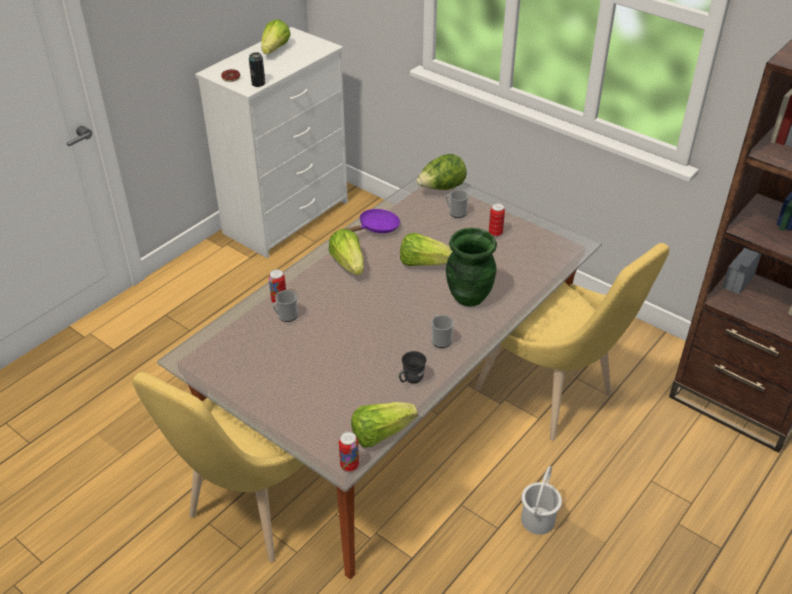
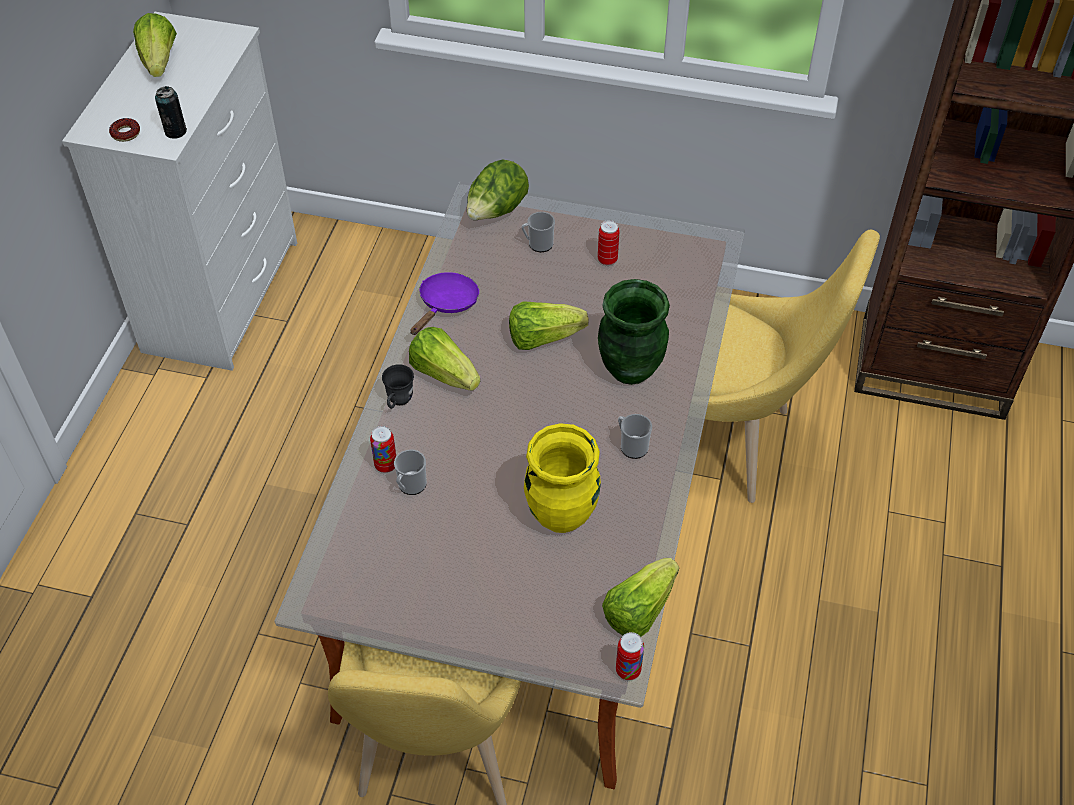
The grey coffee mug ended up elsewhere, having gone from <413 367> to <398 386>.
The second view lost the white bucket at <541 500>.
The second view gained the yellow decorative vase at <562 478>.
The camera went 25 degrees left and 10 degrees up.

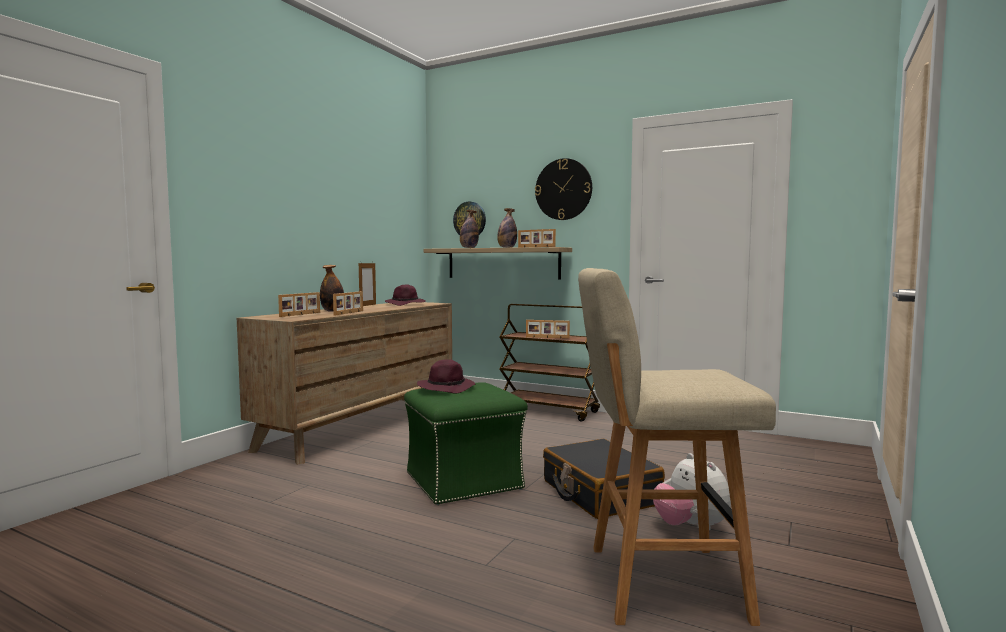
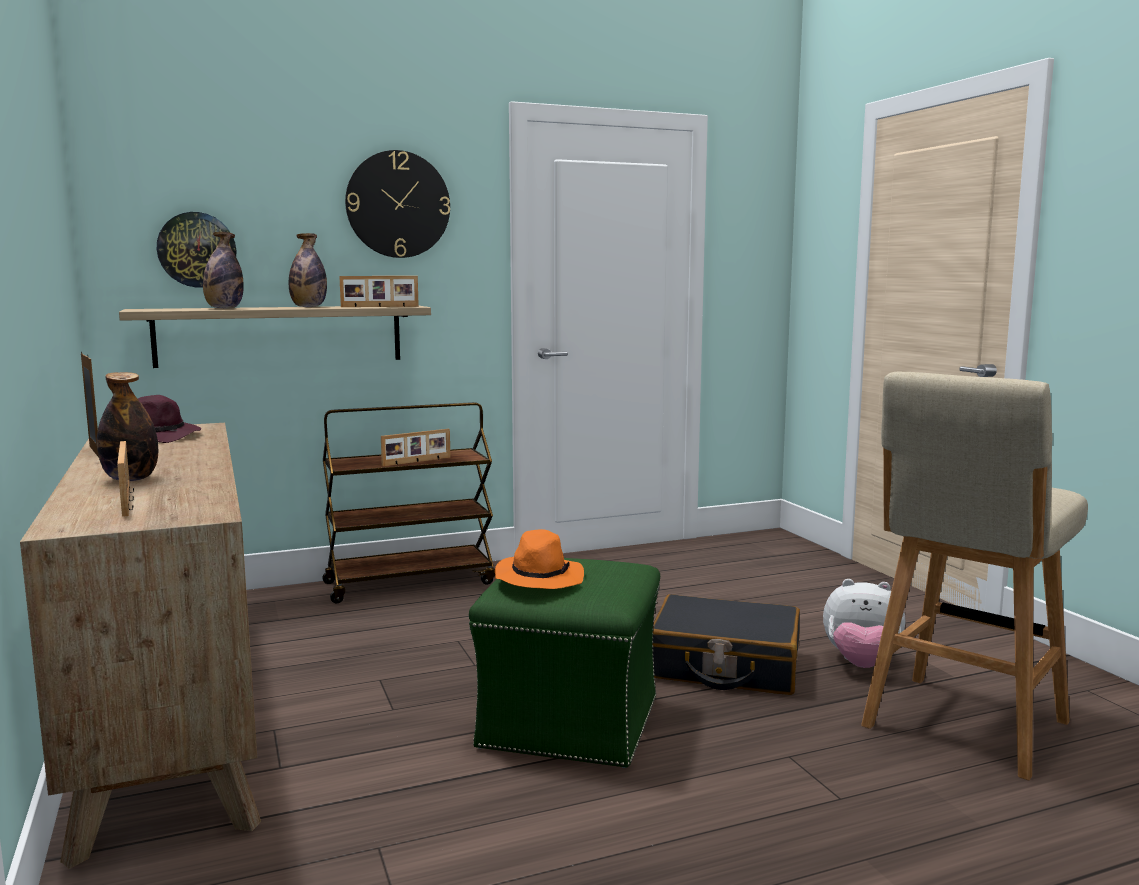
The second view lost the picture frame at <348 303>.
What was the purple-coloured wearable hat at <446 376> turned into the orange-coloured wearable hat at <539 559>.
The camera went 50 degrees left and 5 degrees up.

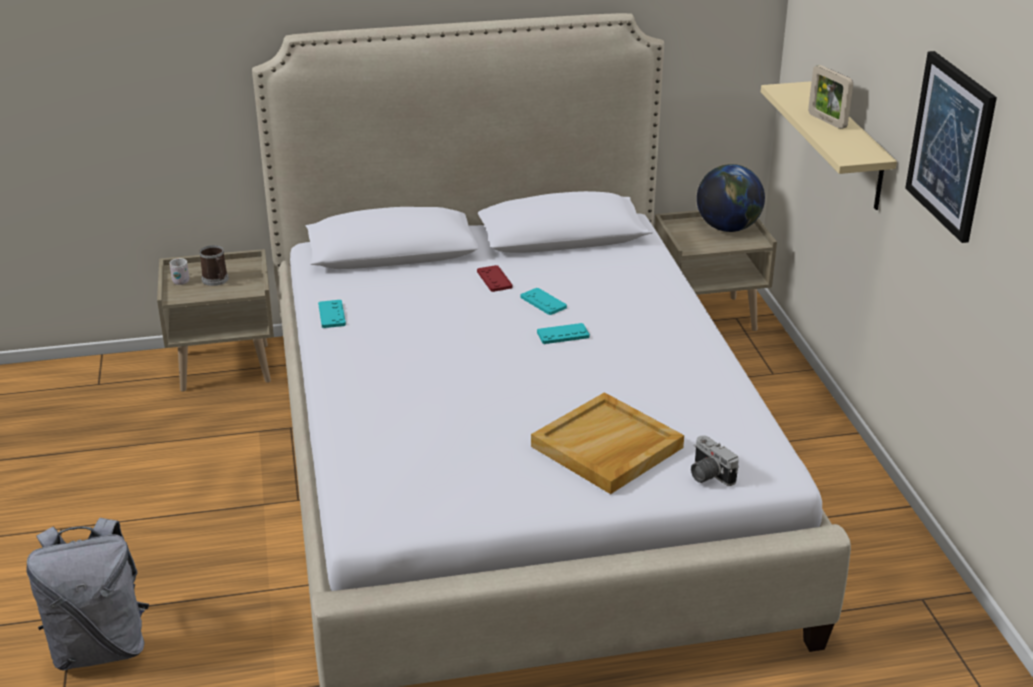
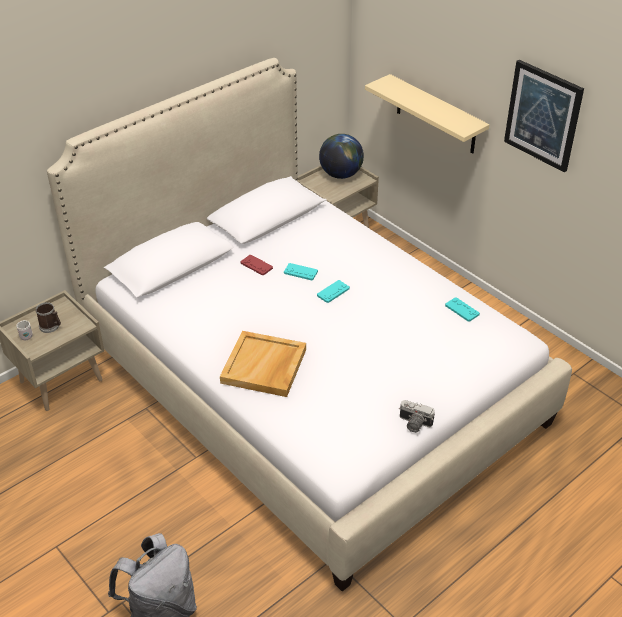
The turquoise-coloured game controller ended up elsewhere, having gone from <332 314> to <462 309>.
The sand-coloured tray ended up elsewhere, having gone from <607 443> to <263 364>.
The still camera ended up elsewhere, having gone from <715 460> to <417 416>.
The second view lost the picture frame at <830 97>.
The camera went 30 degrees left and 10 degrees up.

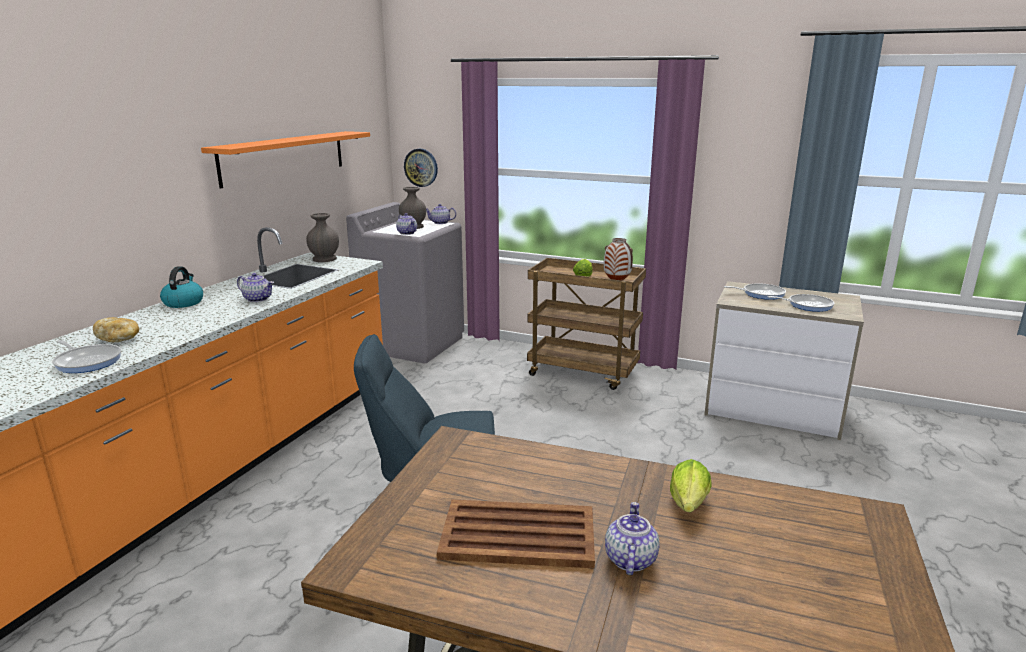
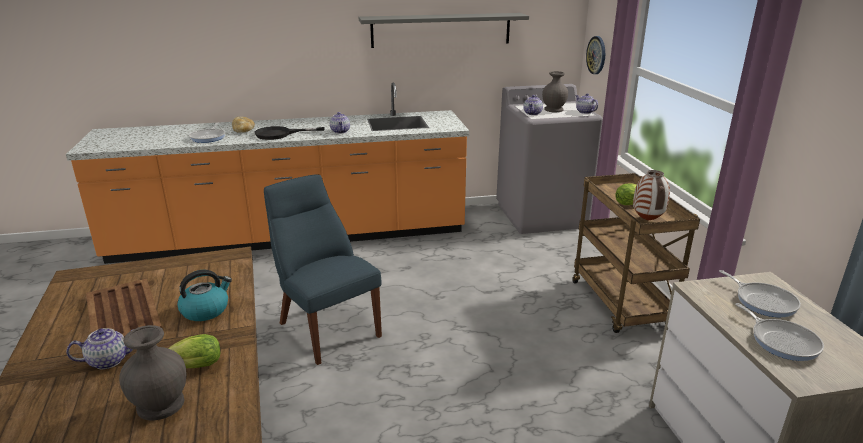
The tea kettle ended up elsewhere, having gone from <181 287> to <204 295>.
What was the orange-coloured wall shelf at <285 159> turned into the grey wall shelf at <444 30>.
The grey decorative vase ended up elsewhere, having gone from <322 237> to <153 373>.
The second view gained the blackish skillet at <289 133>.
The camera went 55 degrees right and 5 degrees up.

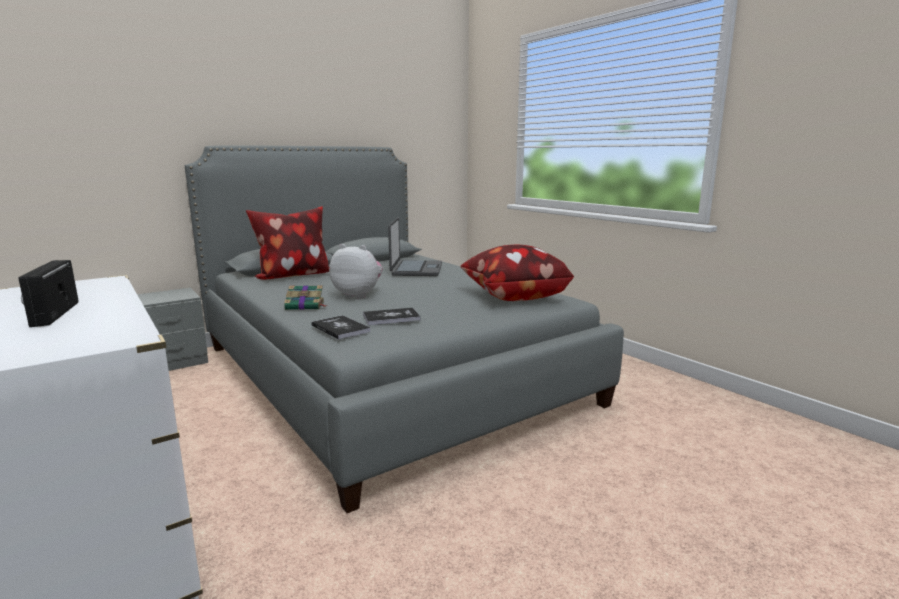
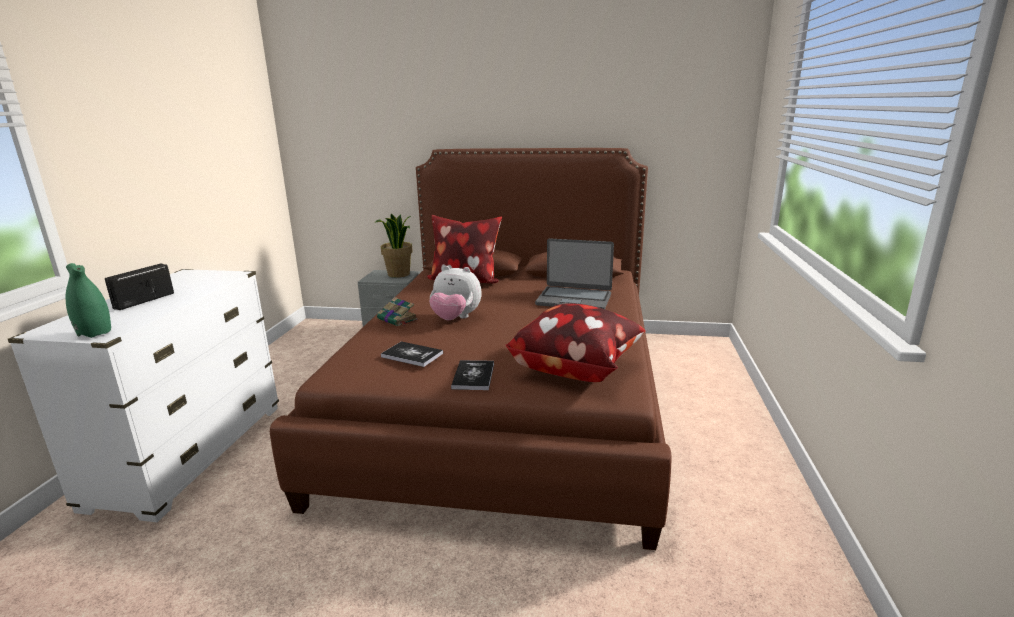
What was the grey bed at <404 329> turned into the brown bed at <470 349>.
The bound book ended up elsewhere, having gone from <341 327> to <472 375>.
The soft toy at <355 271> ended up facing another way, 135 degrees clockwise from before.
The notebook computer at <415 246> ended up facing another way, 60 degrees clockwise from before.
The second view gained the greenish decorative vase at <88 300>.
The second view gained the houseplant at <394 246>.
The camera went 45 degrees right and 5 degrees up.

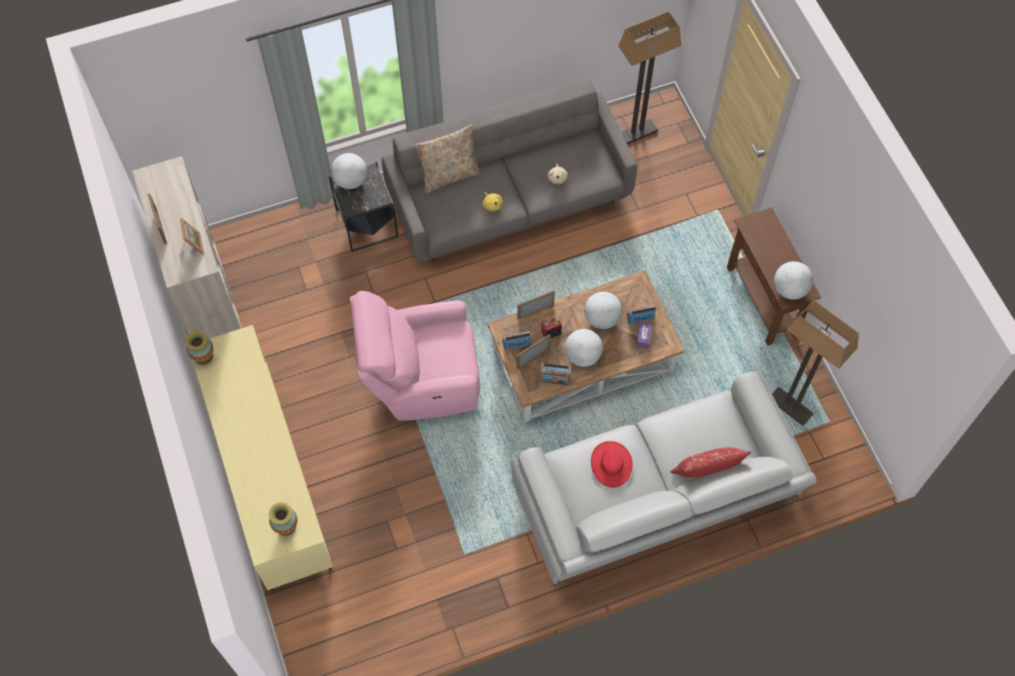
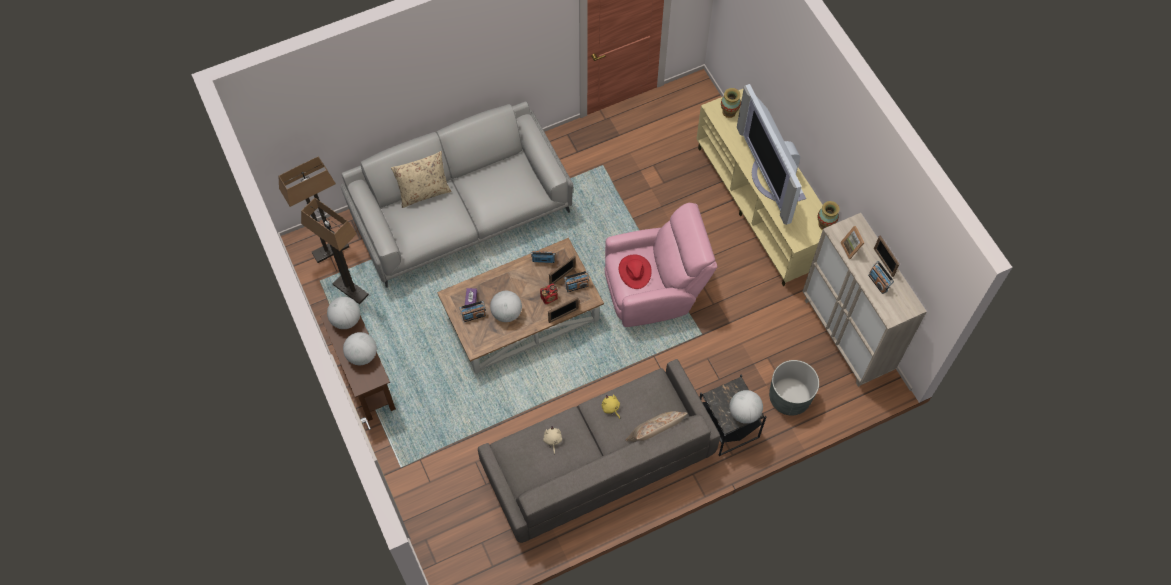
The world globe ended up elsewhere, having gone from <584 348> to <360 348>.
The red wearable hat ended up elsewhere, having gone from <612 464> to <635 272>.
The floor lamp ended up elsewhere, having gone from <650 77> to <313 210>.
What was the red pillow at <710 462> turned into the sand-coloured pillow at <421 179>.
The second view gained the television at <771 154>.
The second view gained the grey flower pot at <794 387>.
The second view gained the radio set at <881 277>.
The camera went 175 degrees right and 0 degrees up.

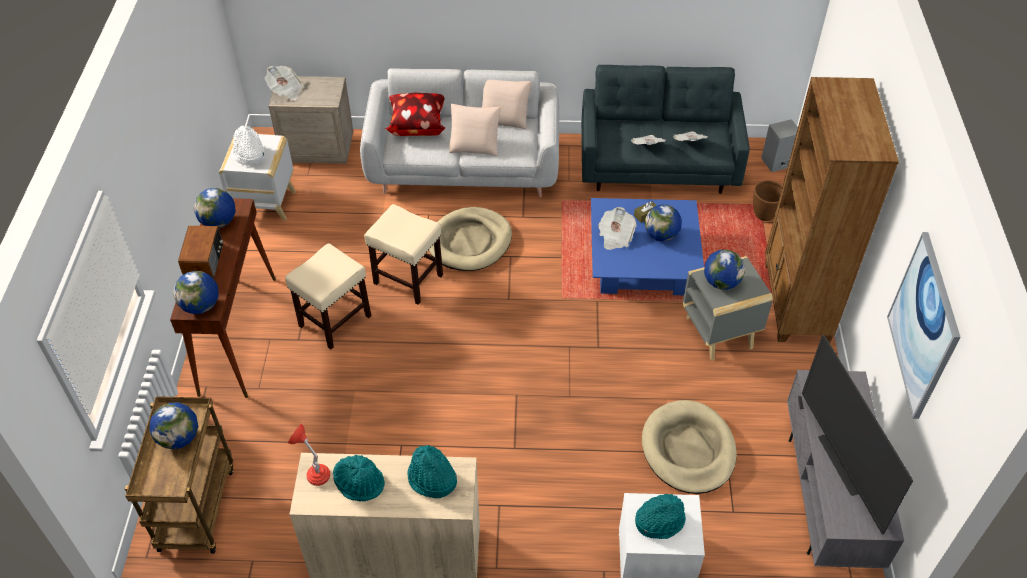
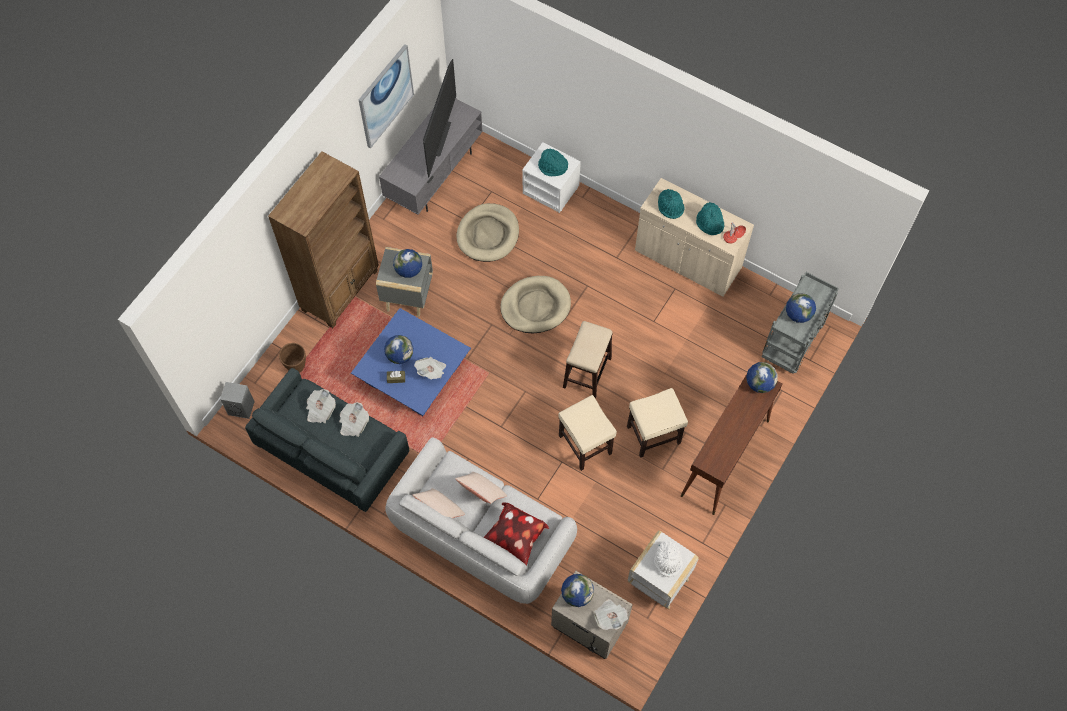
What was the brown wheeled cart at <179 475> turned into the grey wheeled cart at <800 323>.
The second view lost the radio set at <200 252>.
The world globe ended up elsewhere, having gone from <215 208> to <577 590>.
The sand-coloured pet bed ended up elsewhere, having gone from <470 239> to <535 304>.
The second view gained the stool at <588 360>.
The camera went 150 degrees left and 15 degrees up.

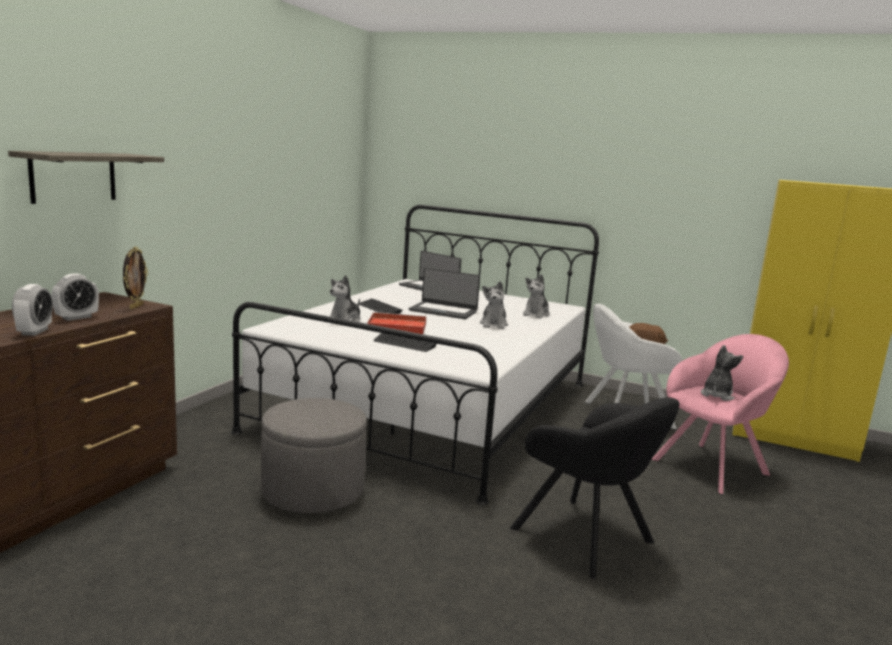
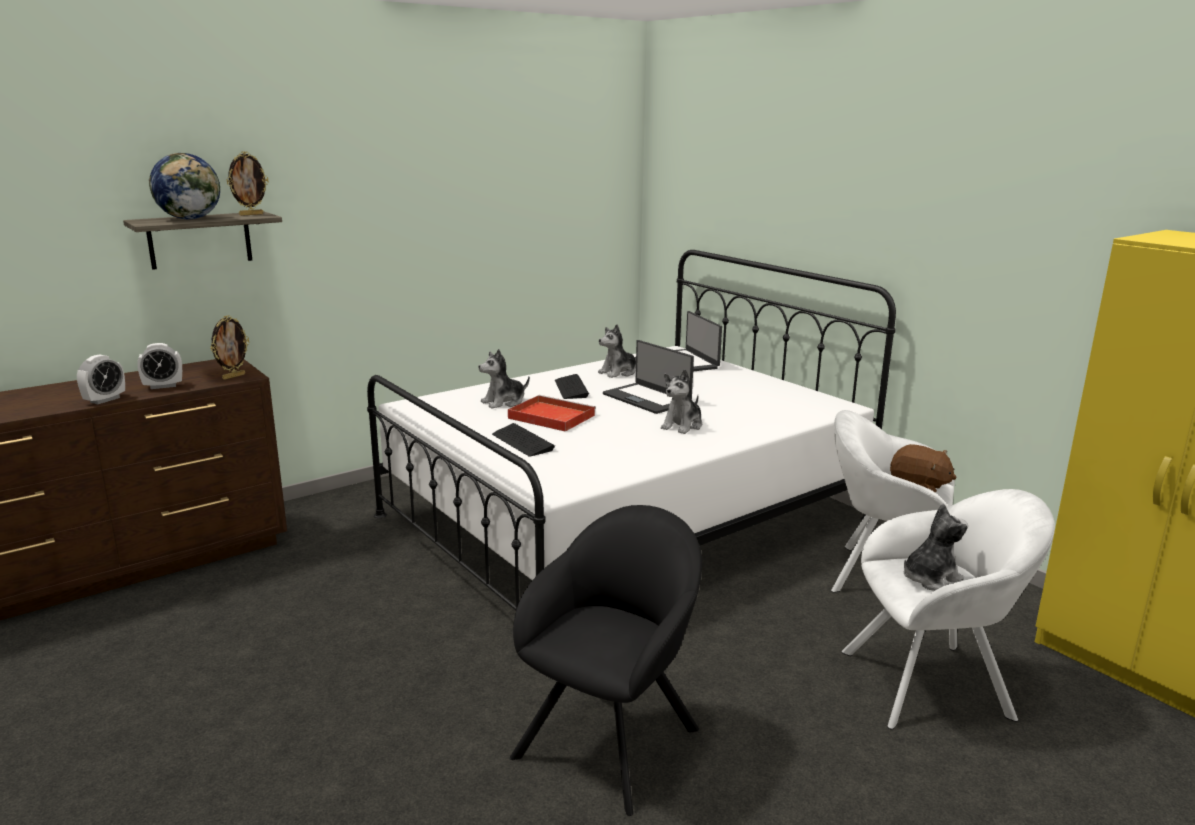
The second view lost the grey footrest at <314 455>.
The blackish lounge chair at <594 488> ended up facing another way, 135 degrees counterclockwise from before.
The soft toy ended up elsewhere, having gone from <536 296> to <617 351>.
What was the pink-coloured lounge chair at <720 414> turned into the white lounge chair at <948 609>.
The second view gained the world globe at <184 186>.
The second view gained the picture frame at <247 183>.
The camera went 30 degrees right and 5 degrees up.

